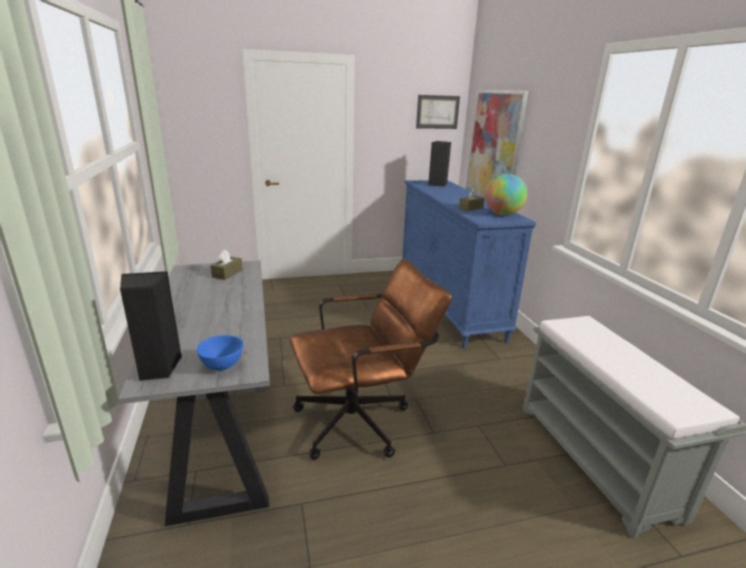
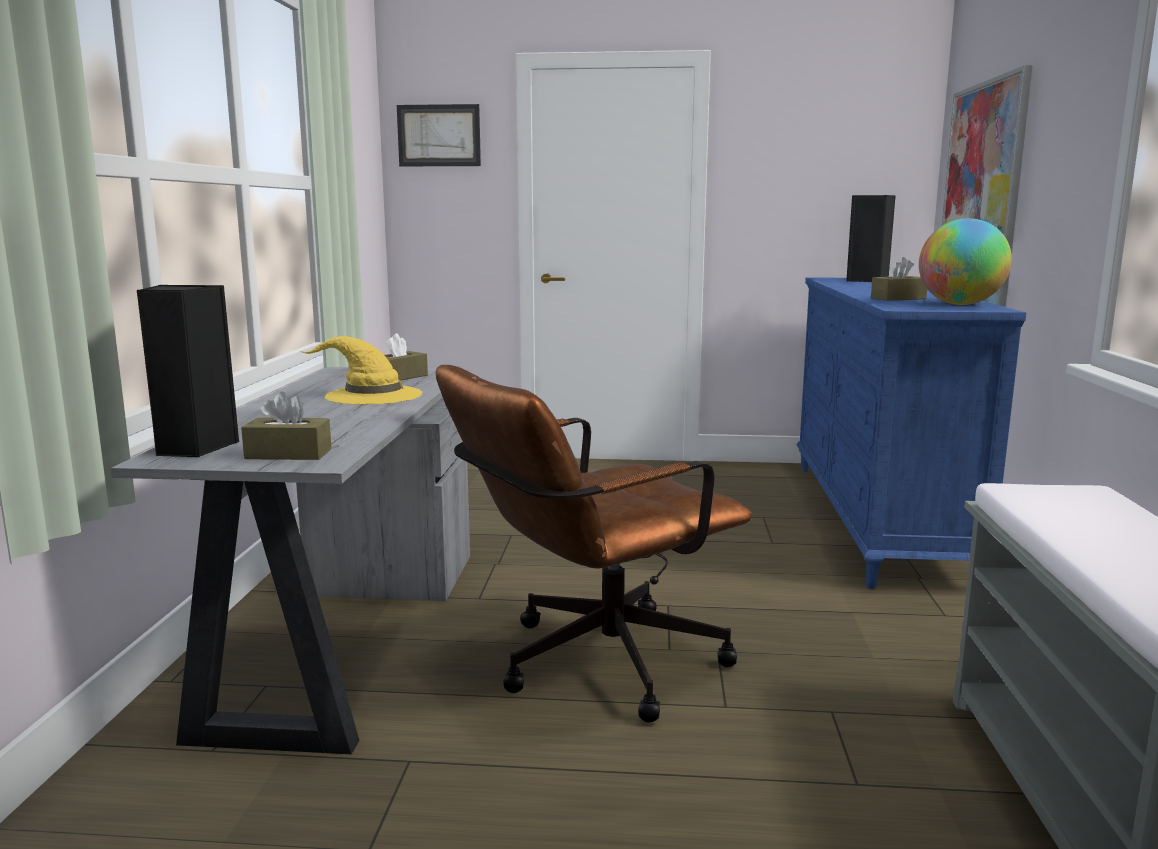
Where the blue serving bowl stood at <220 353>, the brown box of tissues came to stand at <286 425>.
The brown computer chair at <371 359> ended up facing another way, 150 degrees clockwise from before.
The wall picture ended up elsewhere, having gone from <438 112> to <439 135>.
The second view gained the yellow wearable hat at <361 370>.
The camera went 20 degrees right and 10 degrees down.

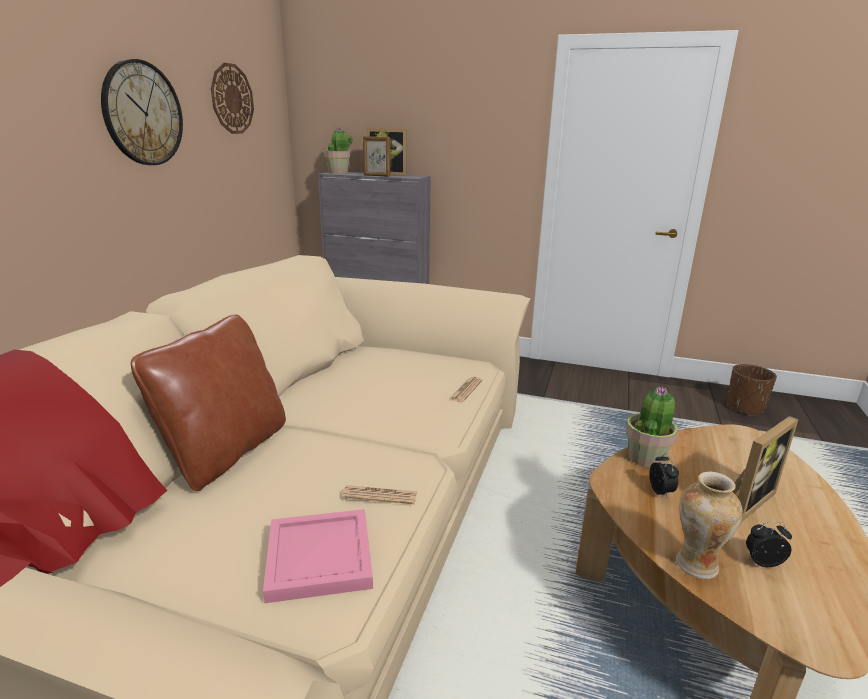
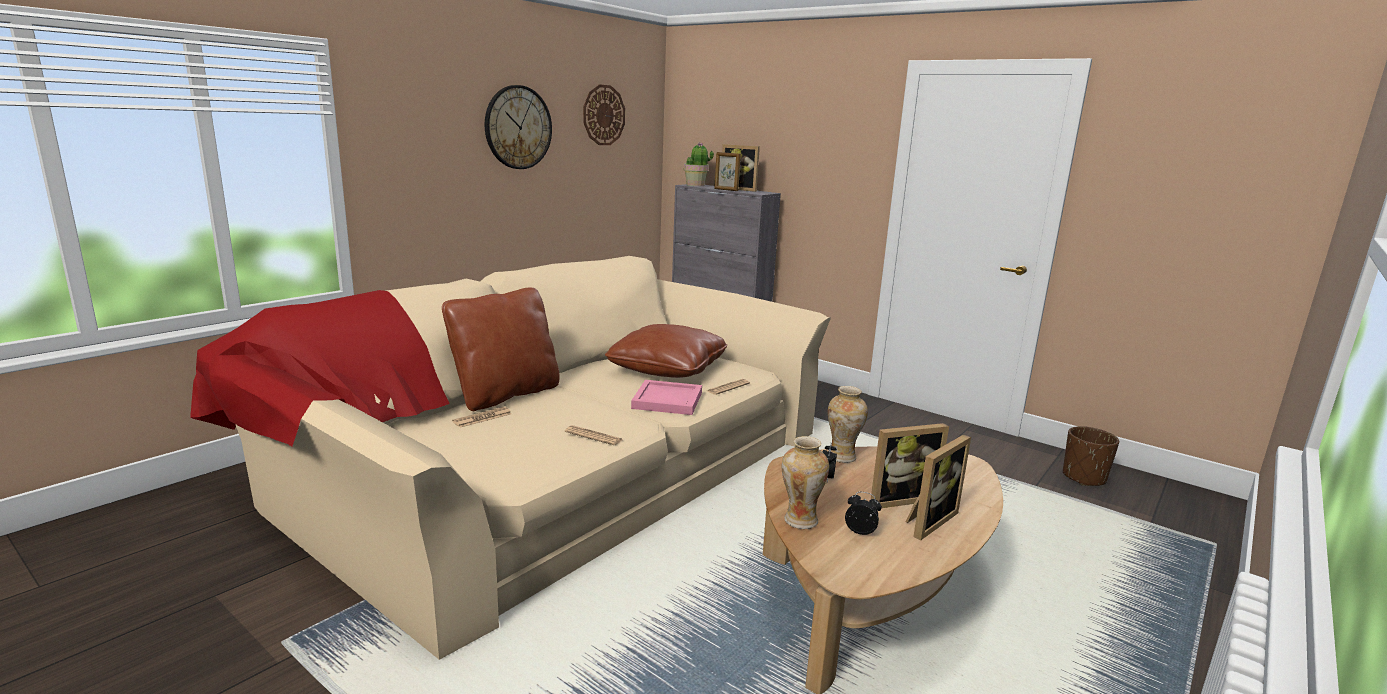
The pink-coloured tray ended up elsewhere, having gone from <318 556> to <666 397>.
Where the houseplant stood at <652 427>, the decorative vase came to stand at <848 424>.
The second view gained the daily paper at <481 417>.
The second view gained the brown pillow at <666 351>.
The second view gained the picture frame at <938 487>.
The camera went 20 degrees right and 5 degrees down.

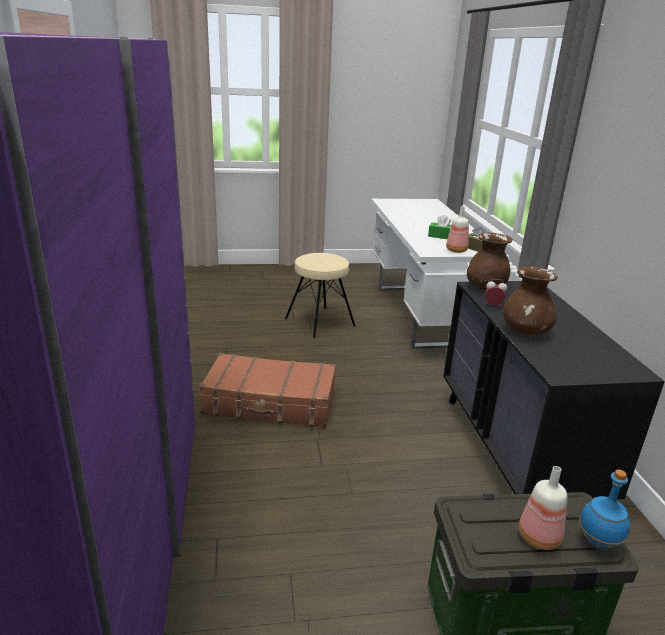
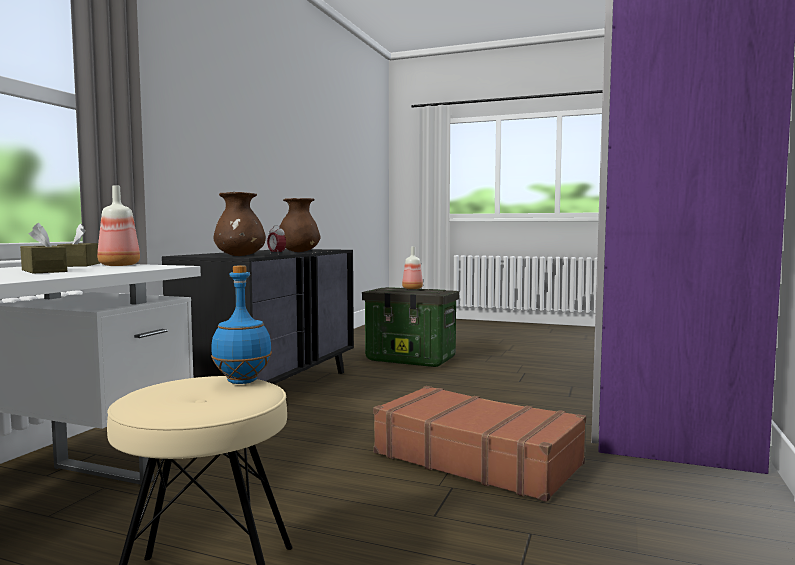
What was the greenish box of tissues at <440 227> turned into the brown box of tissues at <43 248>.
The blue beverage bottle ended up elsewhere, having gone from <604 509> to <241 325>.
The camera went 150 degrees left and 20 degrees down.

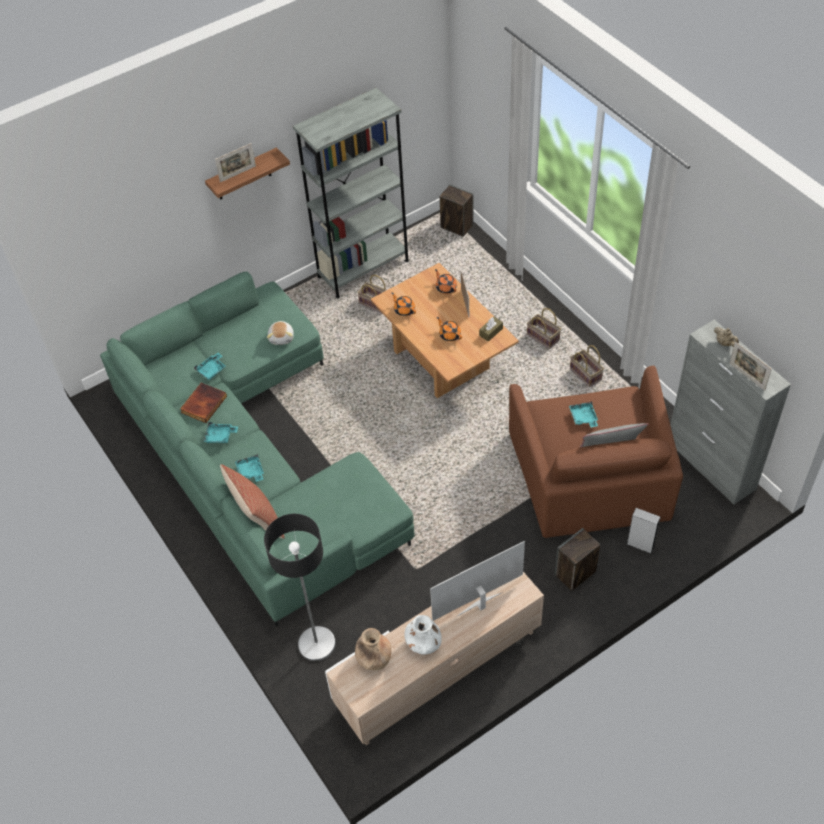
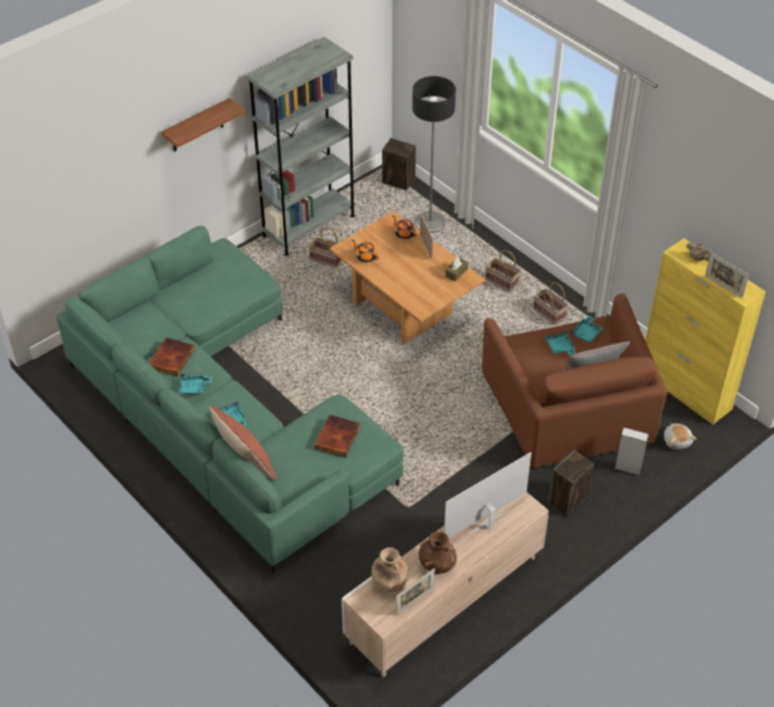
The turquoise-coloured tray ended up elsewhere, having gone from <210 366> to <587 329>.
The picture frame ended up elsewhere, having gone from <235 162> to <415 592>.
The floor lamp ended up elsewhere, having gone from <300 587> to <434 154>.
The soft toy ended up elsewhere, having gone from <280 333> to <680 436>.
What was the white decorative vase at <423 634> turned into the brown decorative vase at <438 552>.
The second view lost the orange-coloured tea pot at <449 329>.
What was the grey cabinet at <730 412> turned into the yellow cabinet at <705 331>.
The second view gained the bound book at <337 436>.
The camera went 10 degrees left and 5 degrees down.

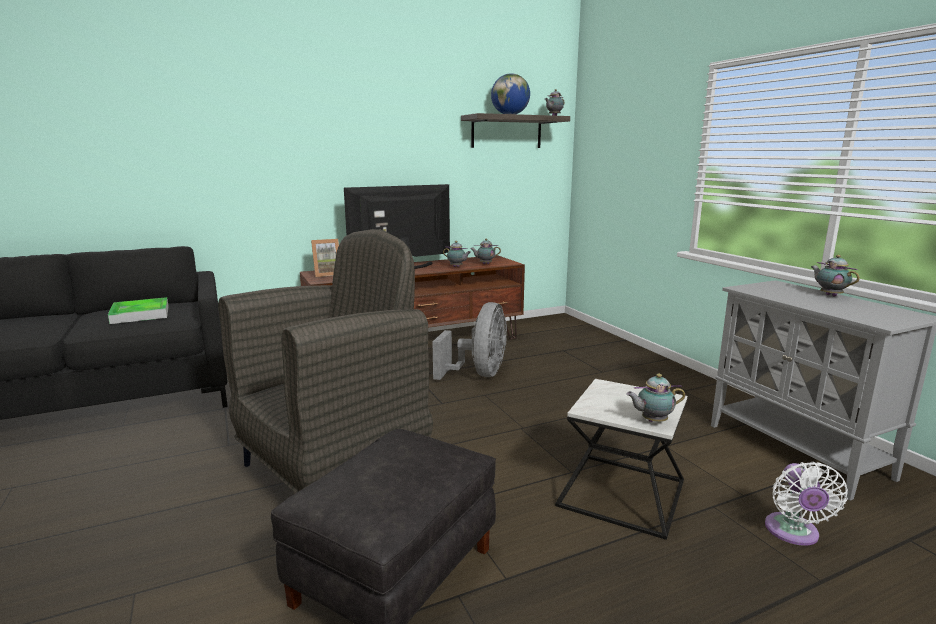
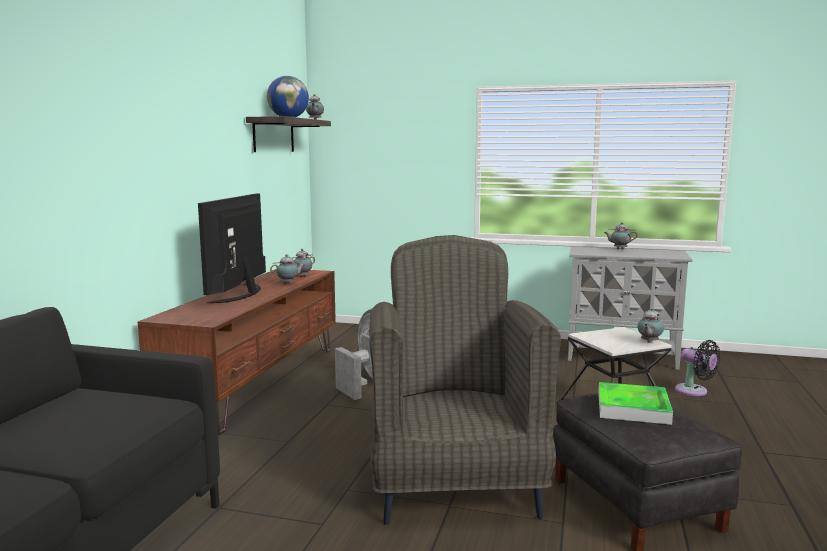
The tray ended up elsewhere, having gone from <138 310> to <635 403>.
The second view lost the picture frame at <325 258>.
What was the white electric fan at <806 504> turned into the blackish electric fan at <697 368>.
The camera went 50 degrees left and 5 degrees down.

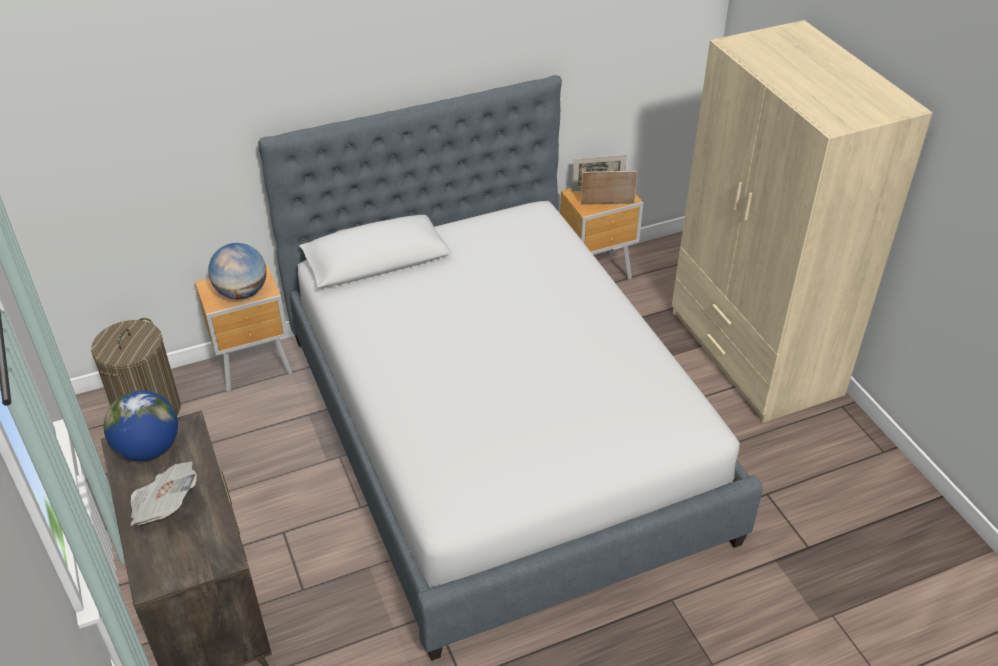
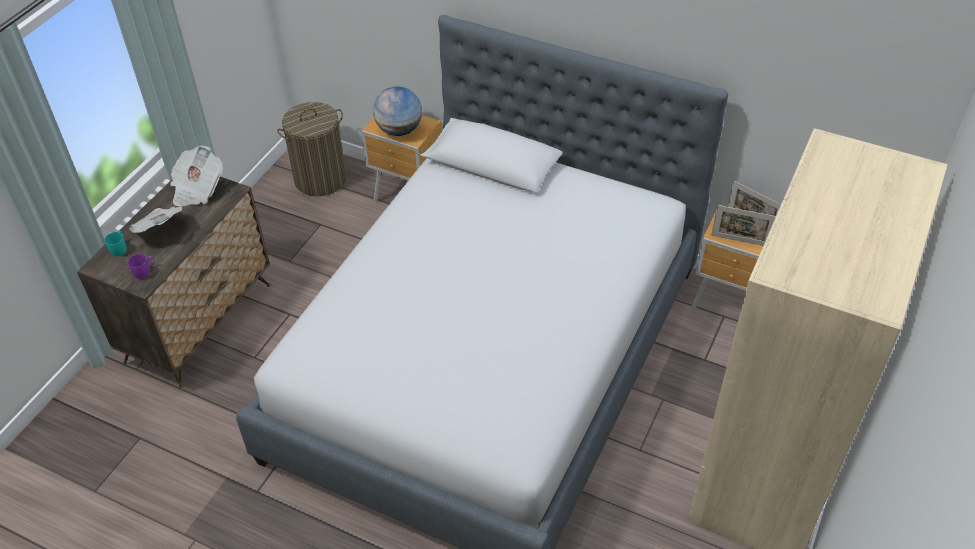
Where the world globe stood at <141 425>, the daily paper came to stand at <196 176>.
The picture frame at <609 188> ended up facing another way, 150 degrees clockwise from before.
The second view gained the turquoise-coloured coffee mug at <116 244>.
The second view gained the purple-coloured coffee mug at <141 266>.
The camera went 50 degrees right and 5 degrees up.

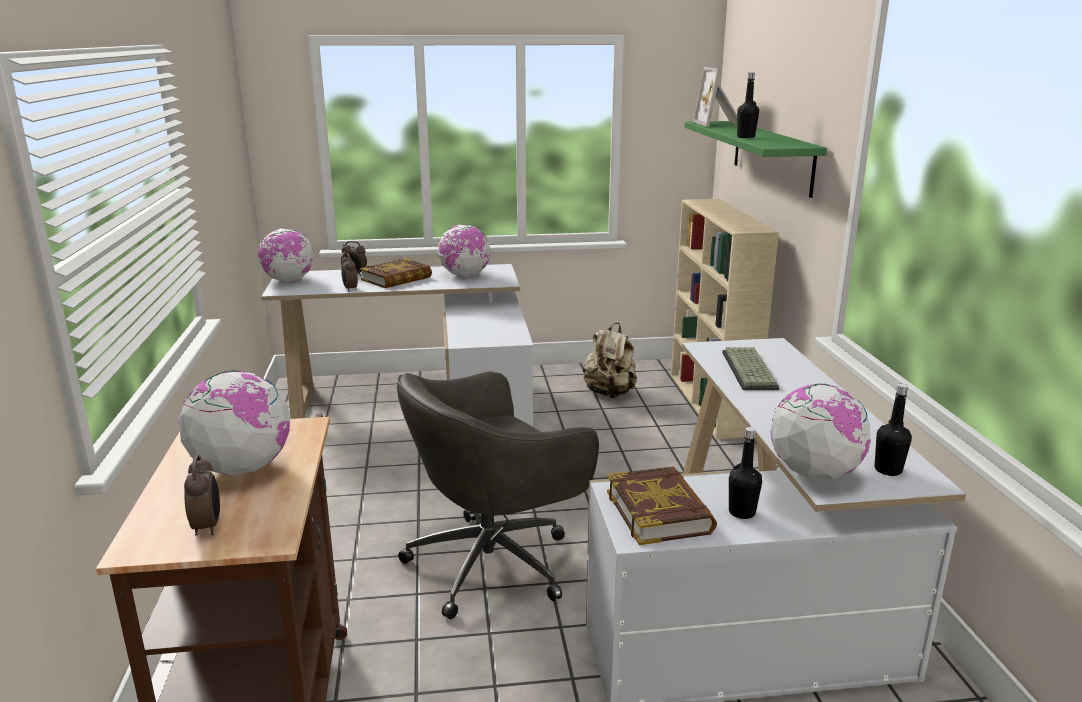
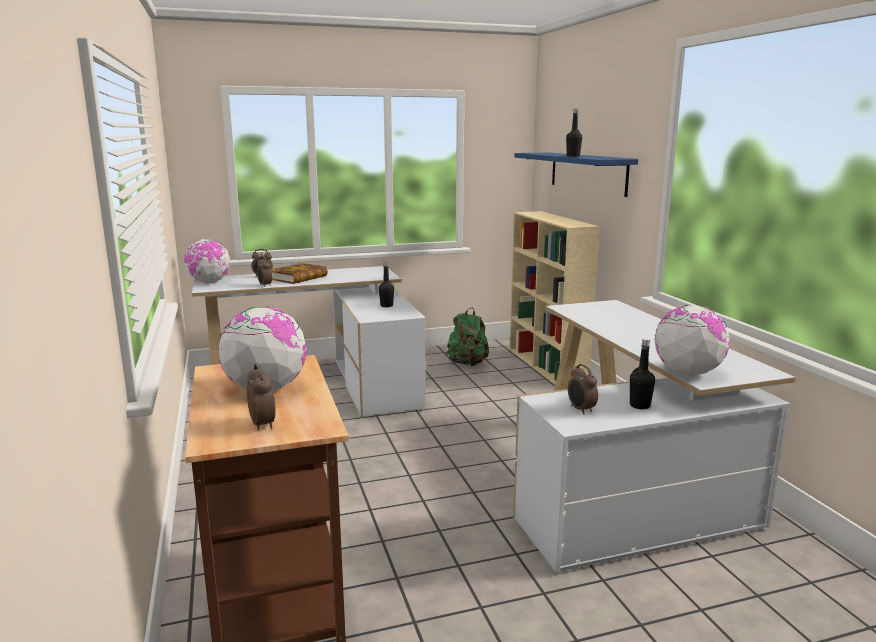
The second view lost the grey computer chair at <498 495>.
The second view lost the world globe at <464 251>.
What was the sand-coloured rucksack at <610 360> turned into the greenish rucksack at <467 336>.
Where the bound book stood at <662 505>, the bedside clock came to stand at <583 389>.
What was the greenish wall shelf at <756 159> turned into the blue wall shelf at <576 175>.
The second view lost the picture frame at <715 97>.
The second view lost the computer keyboard at <750 368>.
The blackish beverage bottle ended up elsewhere, having gone from <893 429> to <386 284>.
The camera went 10 degrees left and 5 degrees down.

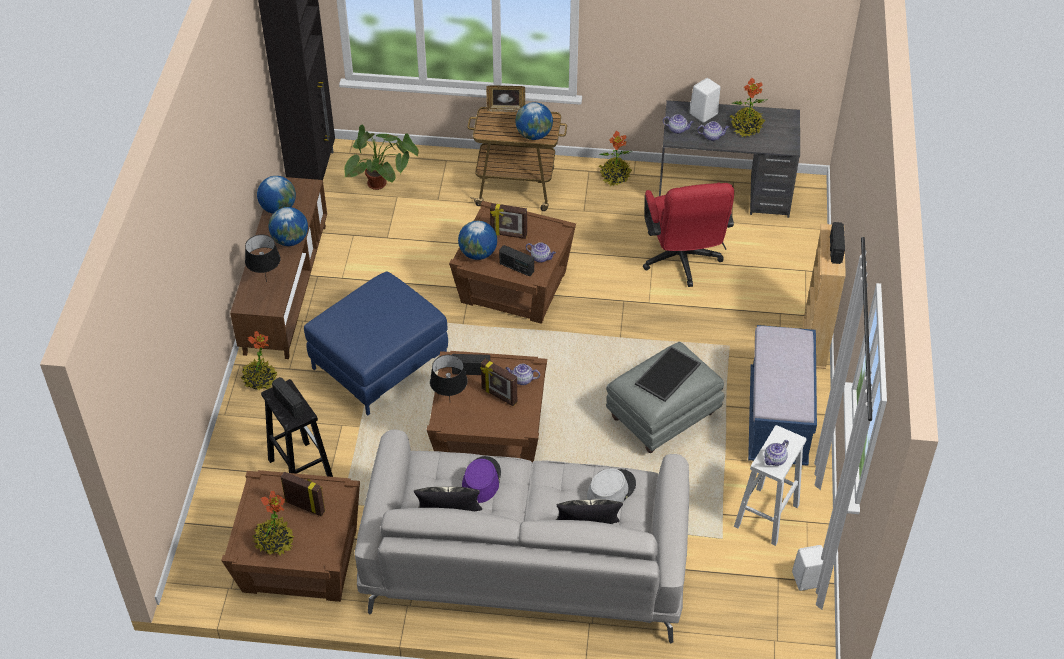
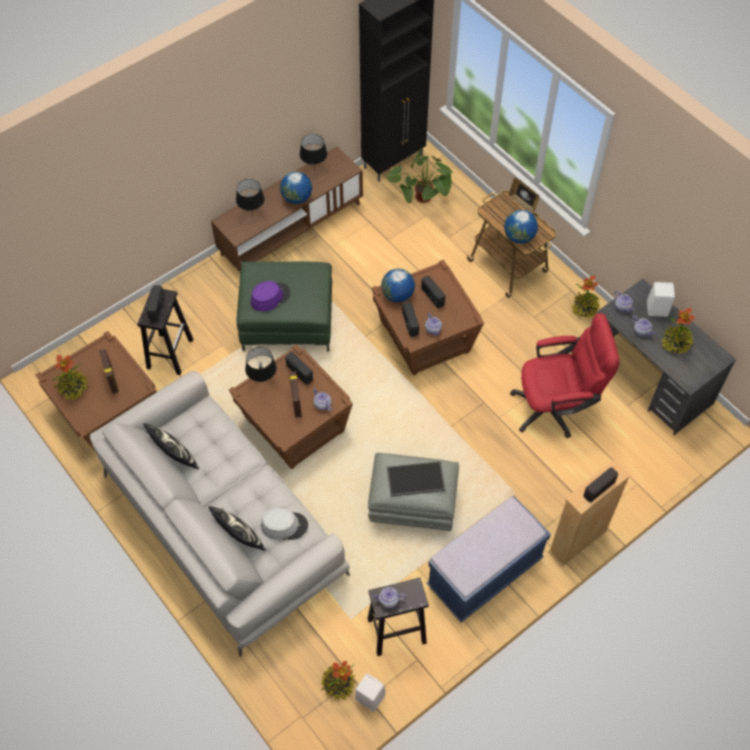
The houseplant ended up elsewhere, having gone from <258 360> to <338 680>.
Where the world globe stood at <276 195>, the blackish tabletop lamp came to stand at <313 152>.
What was the blue footrest at <376 343> turned into the greenish footrest at <284 307>.
The purple-coloured wearable hat ended up elsewhere, having gone from <481 479> to <270 296>.
Where the picture frame stood at <508 221>, the radio set came to stand at <433 292>.
The red computer chair at <688 235> ended up facing another way, 135 degrees counterclockwise from before.
What was the white stool at <770 485> turned into the blackish stool at <398 616>.
The camera went 45 degrees right and 10 degrees up.

